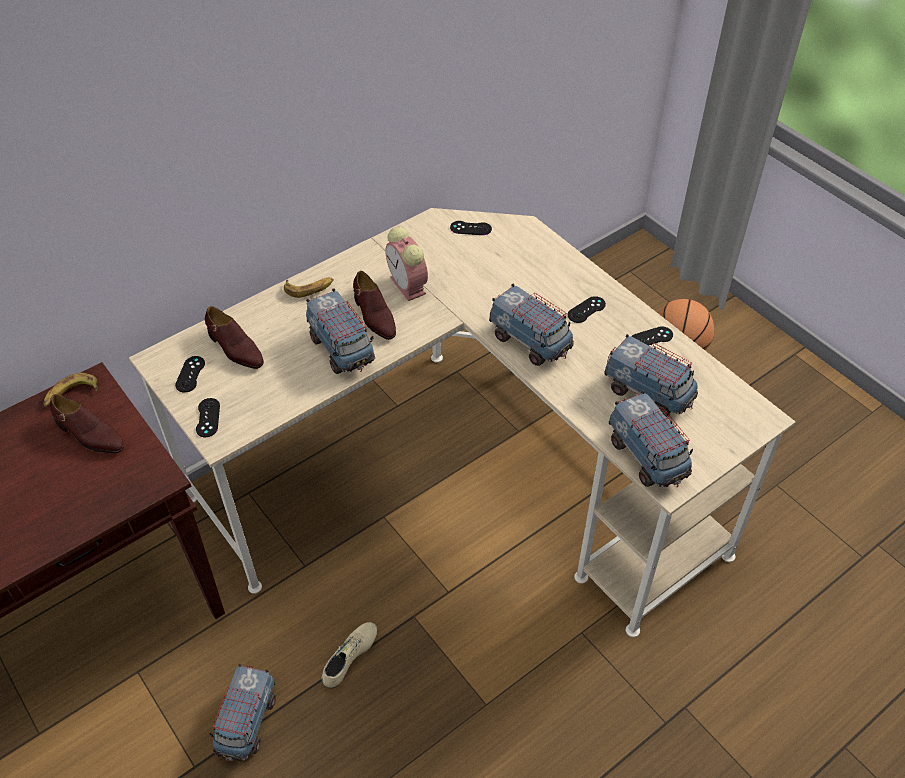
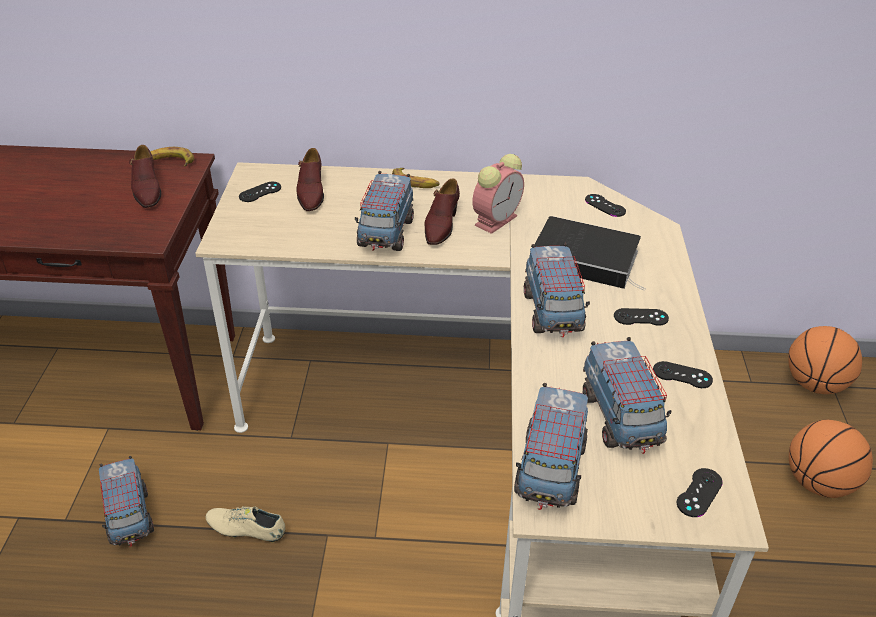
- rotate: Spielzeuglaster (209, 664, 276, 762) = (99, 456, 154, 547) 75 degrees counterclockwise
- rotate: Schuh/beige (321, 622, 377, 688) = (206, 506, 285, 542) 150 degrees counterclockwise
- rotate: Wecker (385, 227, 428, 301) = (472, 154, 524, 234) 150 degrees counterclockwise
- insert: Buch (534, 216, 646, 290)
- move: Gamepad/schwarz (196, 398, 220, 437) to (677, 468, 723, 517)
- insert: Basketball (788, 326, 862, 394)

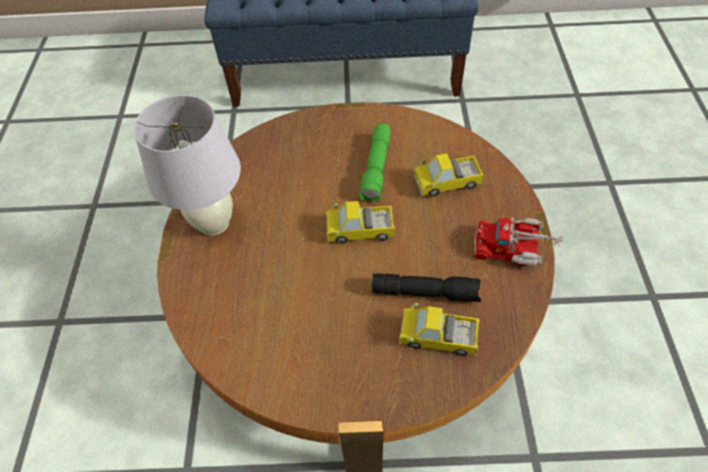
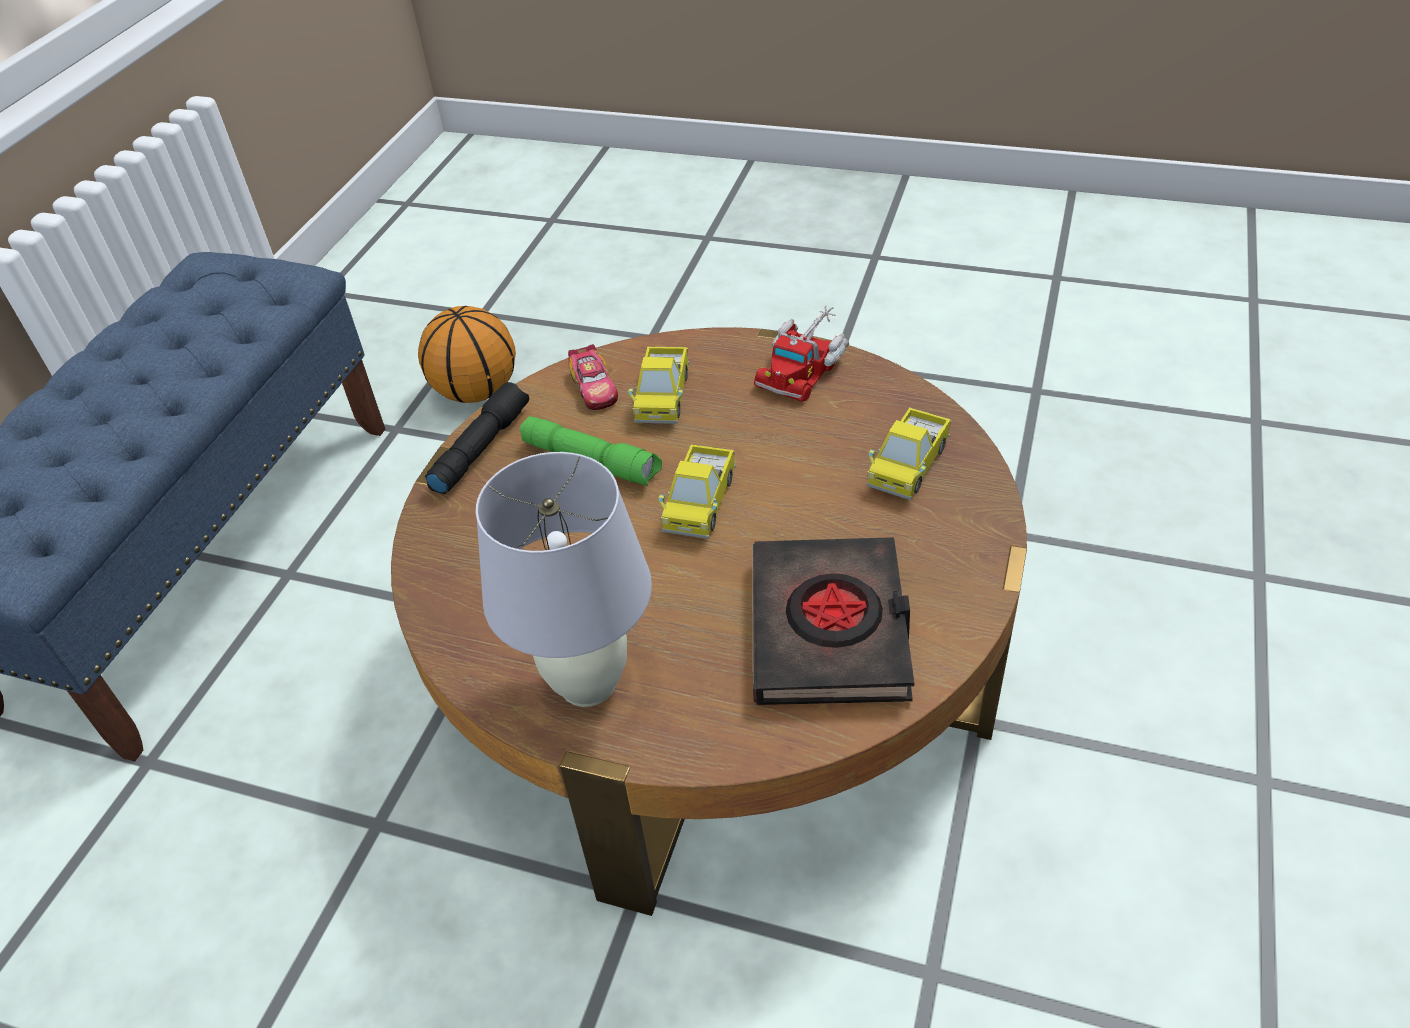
- insert: Basketball (418, 306, 516, 403)
- move: Taschenlampe/schwarz (371, 273, 481, 302) to (425, 382, 529, 494)
- insert: Spielzeugauto (568, 344, 618, 410)
- insert: Buch/schwarz (752, 537, 915, 705)

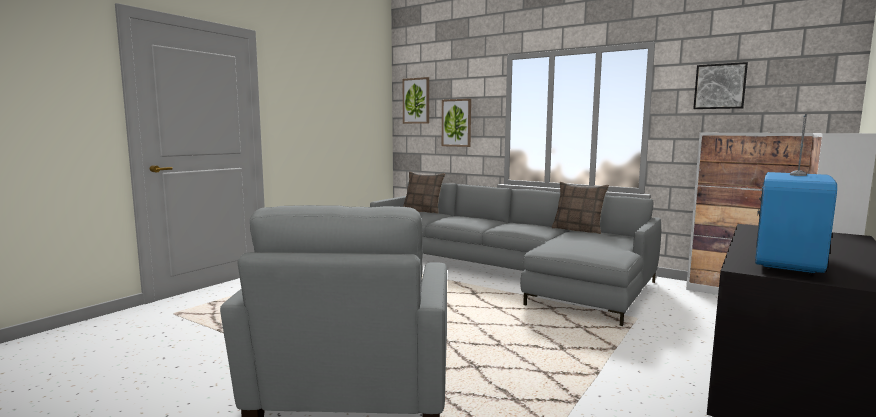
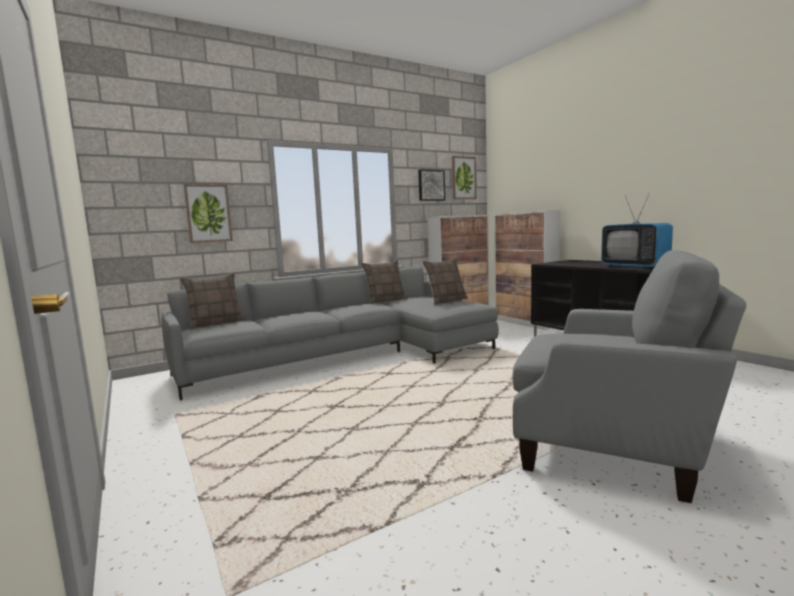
- insert: Kissen (422, 258, 468, 305)
- move: Bild (403, 77, 429, 124) to (452, 156, 476, 199)

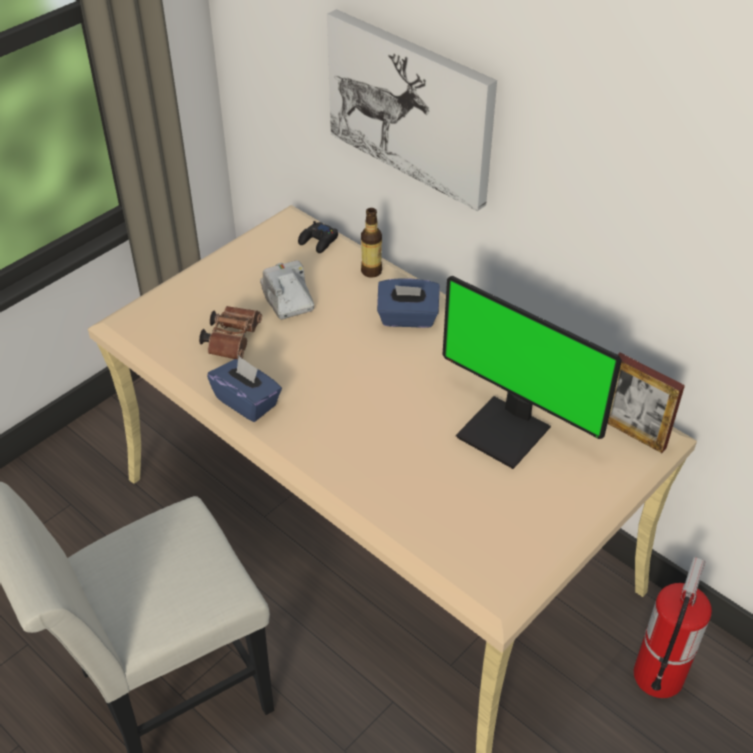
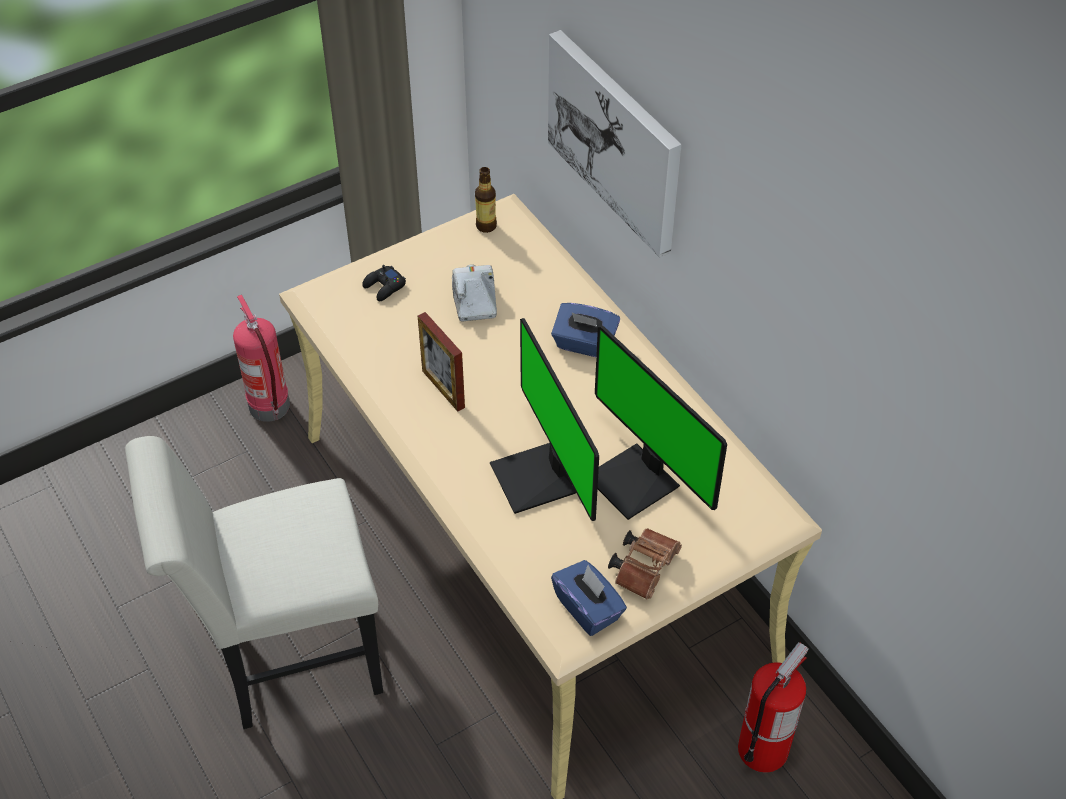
- insert: Feuerlöscher (233, 295, 290, 422)
- move: Gamepad/schwarz (298, 221, 338, 253) to (362, 265, 406, 301)
- move: Bilderrahmen (608, 353, 685, 453) to (418, 312, 465, 412)
- move: Flasche (361, 208, 382, 278) to (475, 167, 497, 233)
- insert: Monitor (490, 318, 599, 521)
- move: Taschentuchbox/blau (207, 356, 282, 422) to (551, 560, 627, 636)
- move: Fernglas/braun (199, 306, 262, 359) to (608, 528, 682, 600)

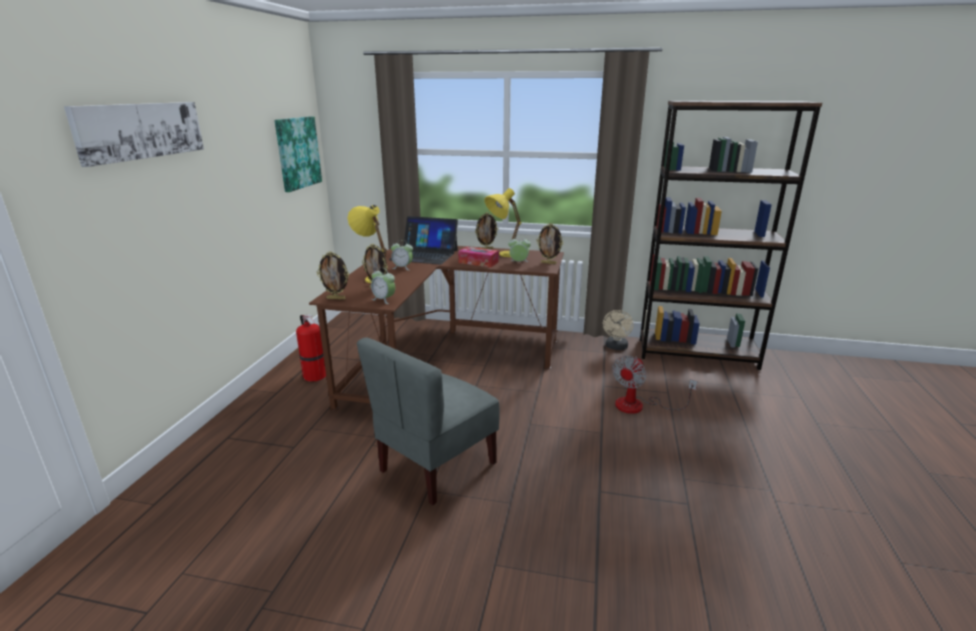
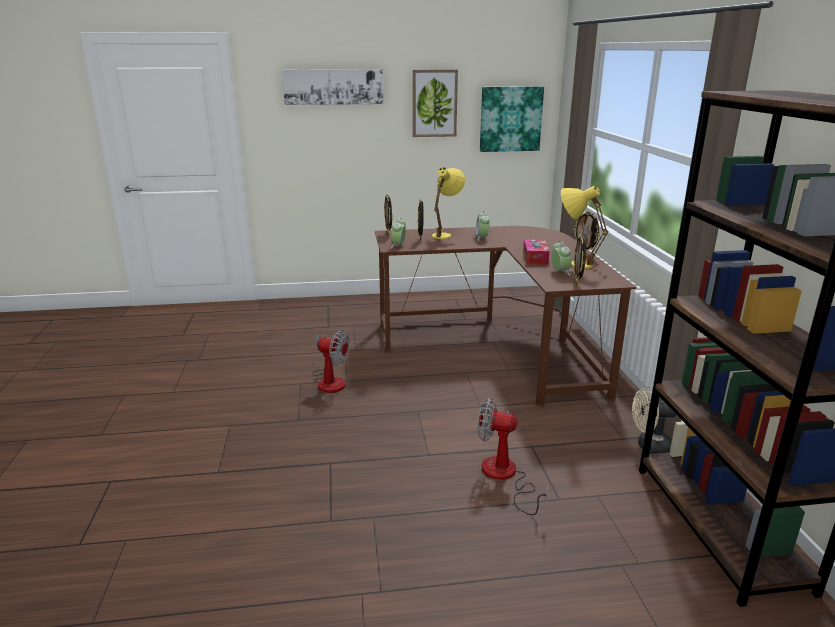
- replace: Stuhl/grau (357, 337, 500, 505) to Ventilator (312, 330, 350, 393)
- insert: Bild (413, 70, 458, 137)
- delete: Feuerlöscher (296, 314, 326, 382)
- delete: Laptop (389, 216, 458, 265)

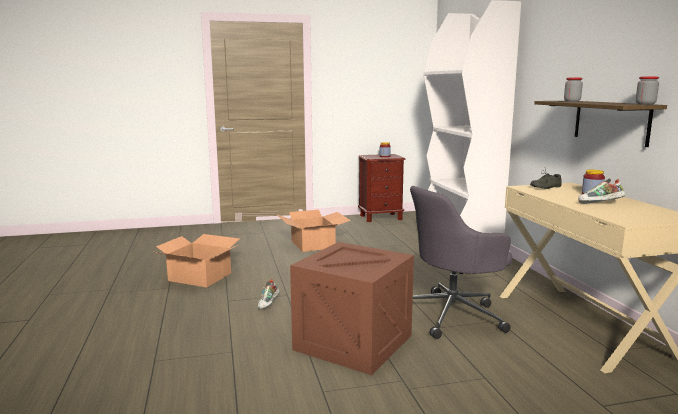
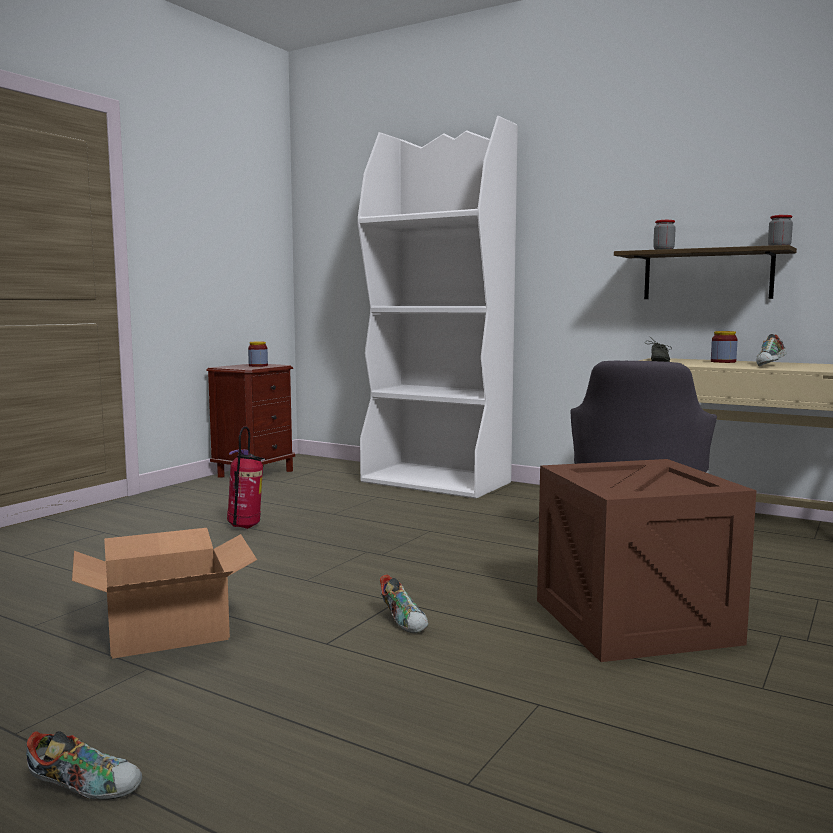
- insert: Schuh (26, 731, 142, 800)
- replace: Karton (277, 210, 351, 252) to Feuerlöscher (227, 426, 265, 529)

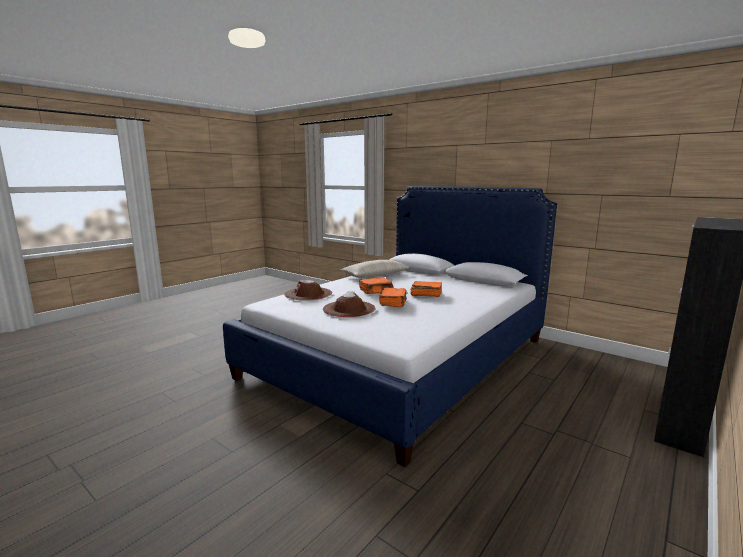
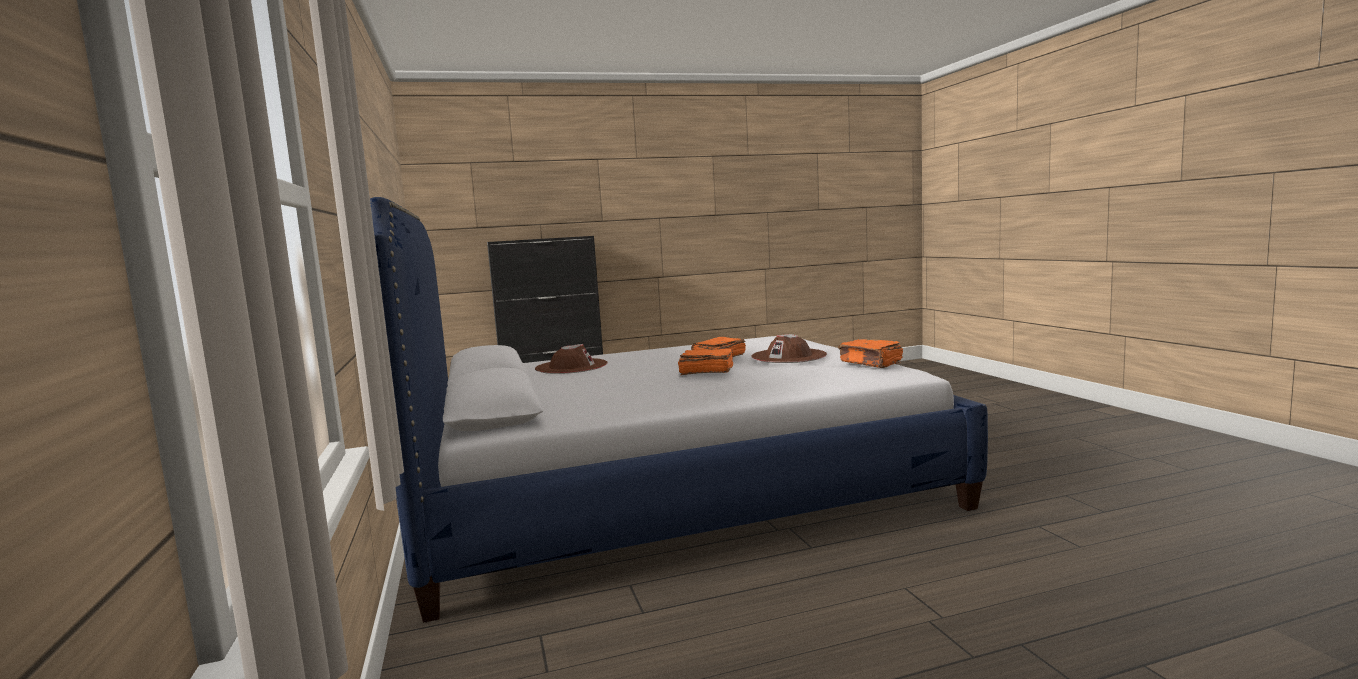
- move: Hut/braun (285, 280, 332, 301) to (535, 344, 608, 374)
- move: Buch/orange (410, 281, 442, 297) to (838, 339, 903, 368)
- delete: Kissen/beige (341, 260, 410, 278)

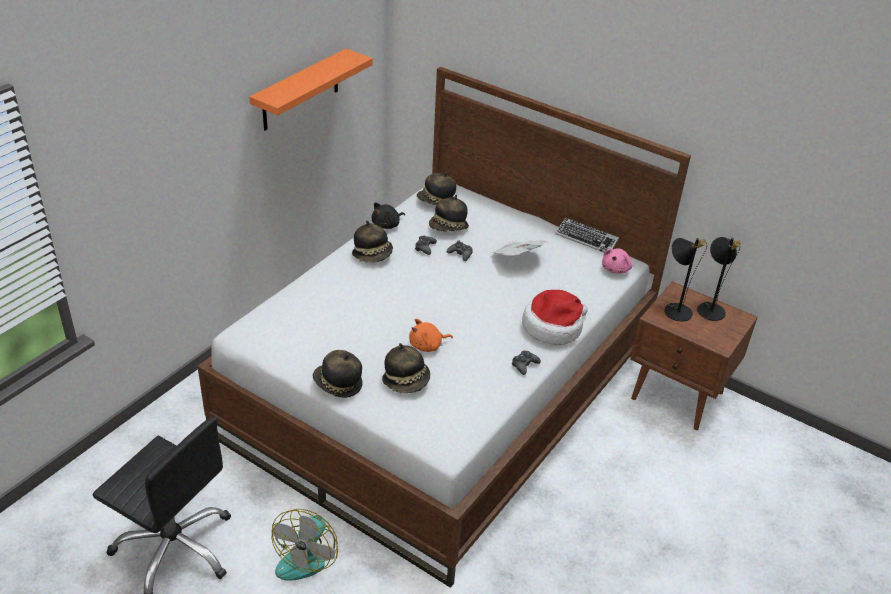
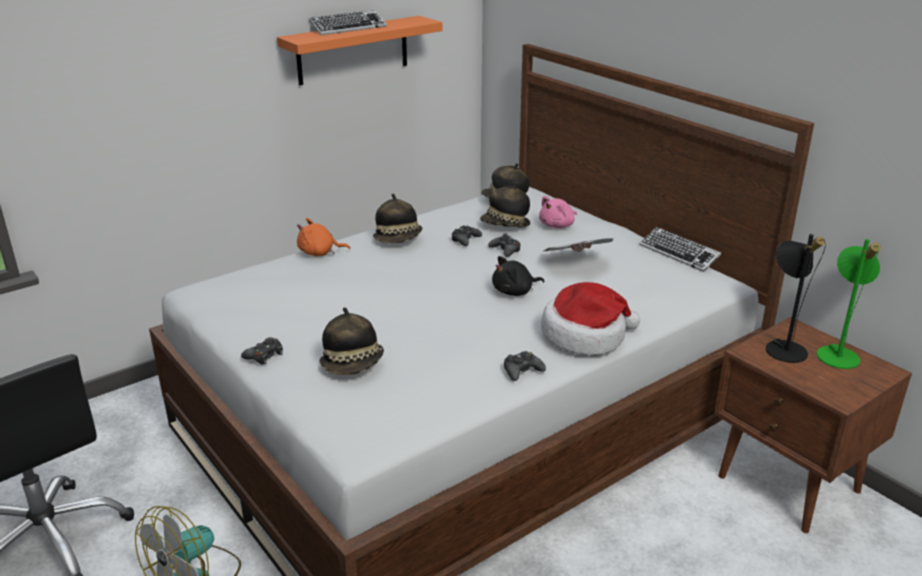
- replace: Hut (313, 350, 363, 398) to Gamepad/schwarz (241, 337, 283, 365)
- move: Plüschtier/orange (409, 319, 453, 352) to (297, 218, 350, 256)
- insert: Tastatur (309, 10, 387, 35)
- move: Plüschtier/schwarz (371, 203, 405, 229) to (492, 256, 544, 296)
- move: Plüschtier/rosa (602, 248, 633, 274) to (539, 196, 577, 228)
- recolor: Tischlampe/schwarz (697, 237, 741, 321) to Tischlampe/grün (817, 239, 881, 369)

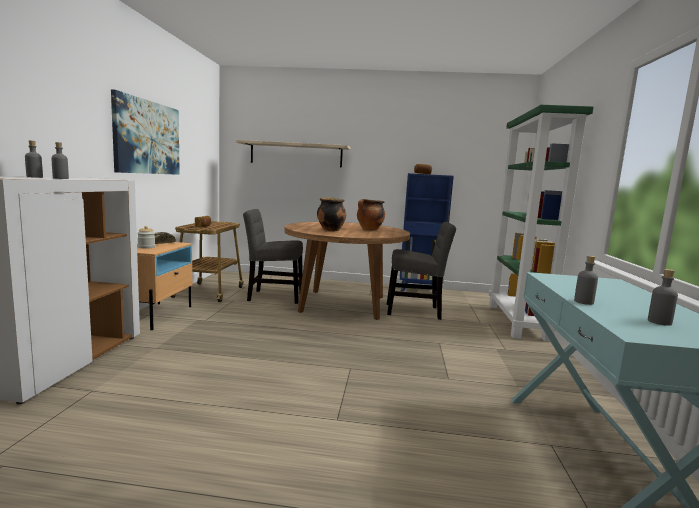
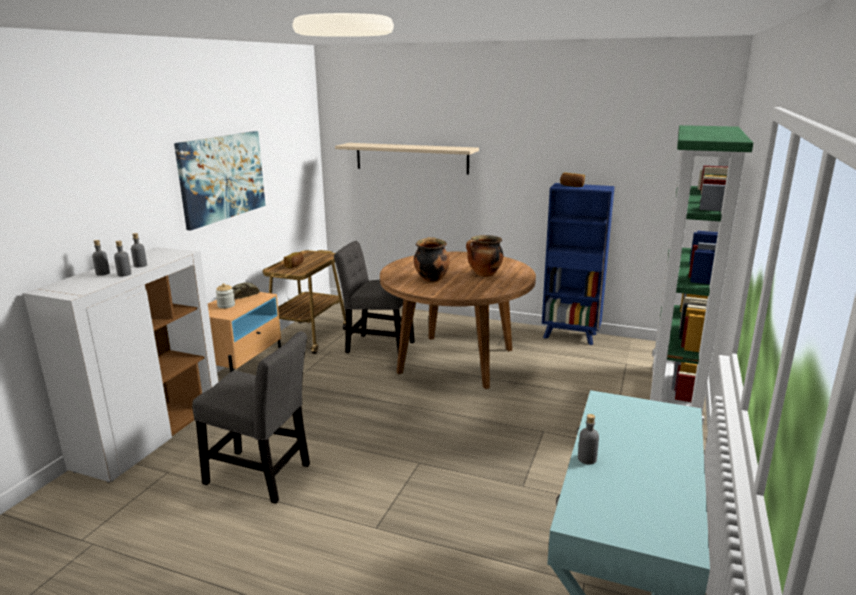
- move: Flasche/grau (648, 269, 678, 326) to (131, 233, 147, 267)
- move: Stuhl/grau (387, 222, 456, 320) to (192, 331, 310, 504)

